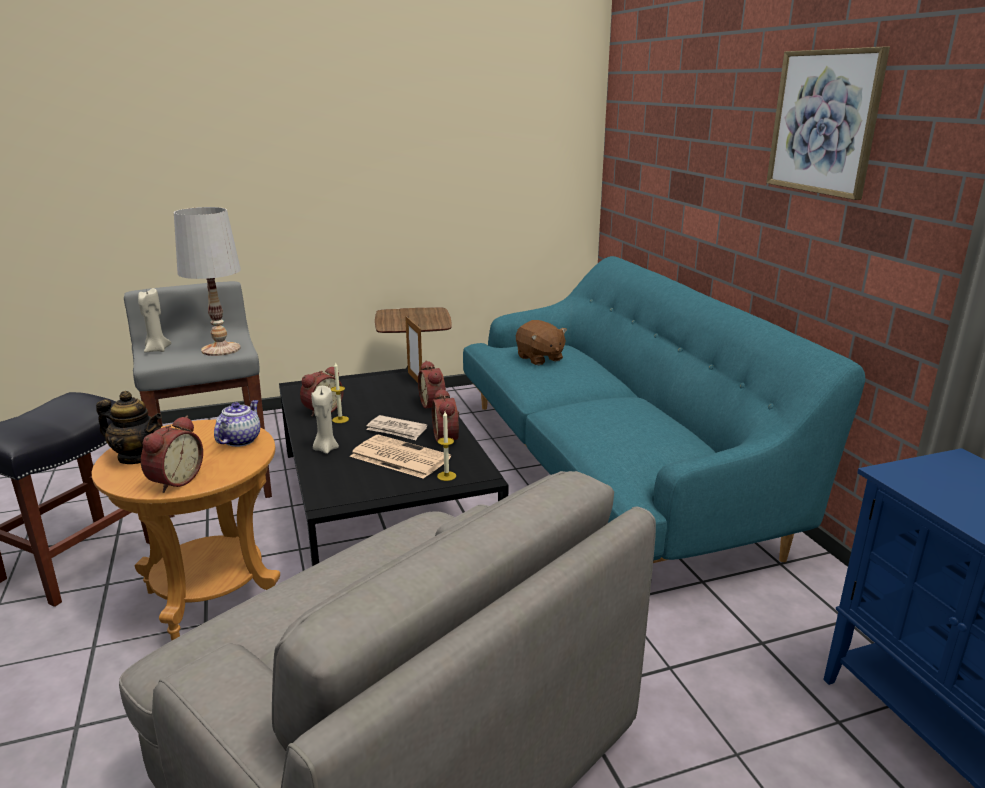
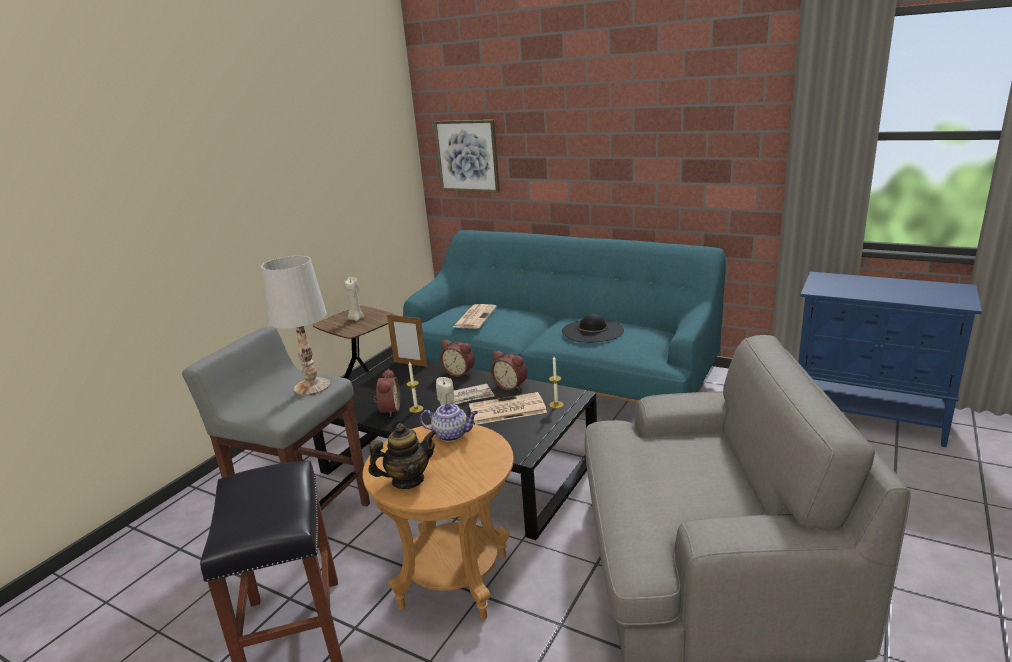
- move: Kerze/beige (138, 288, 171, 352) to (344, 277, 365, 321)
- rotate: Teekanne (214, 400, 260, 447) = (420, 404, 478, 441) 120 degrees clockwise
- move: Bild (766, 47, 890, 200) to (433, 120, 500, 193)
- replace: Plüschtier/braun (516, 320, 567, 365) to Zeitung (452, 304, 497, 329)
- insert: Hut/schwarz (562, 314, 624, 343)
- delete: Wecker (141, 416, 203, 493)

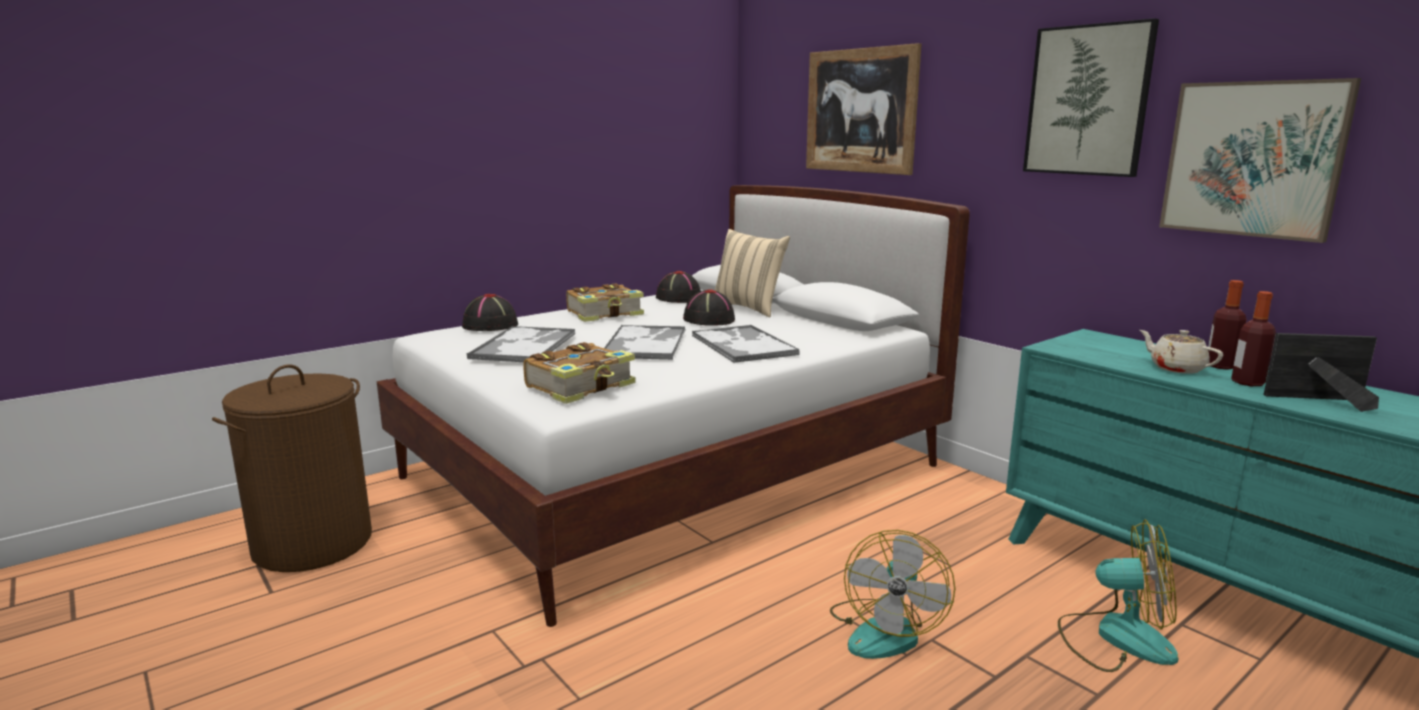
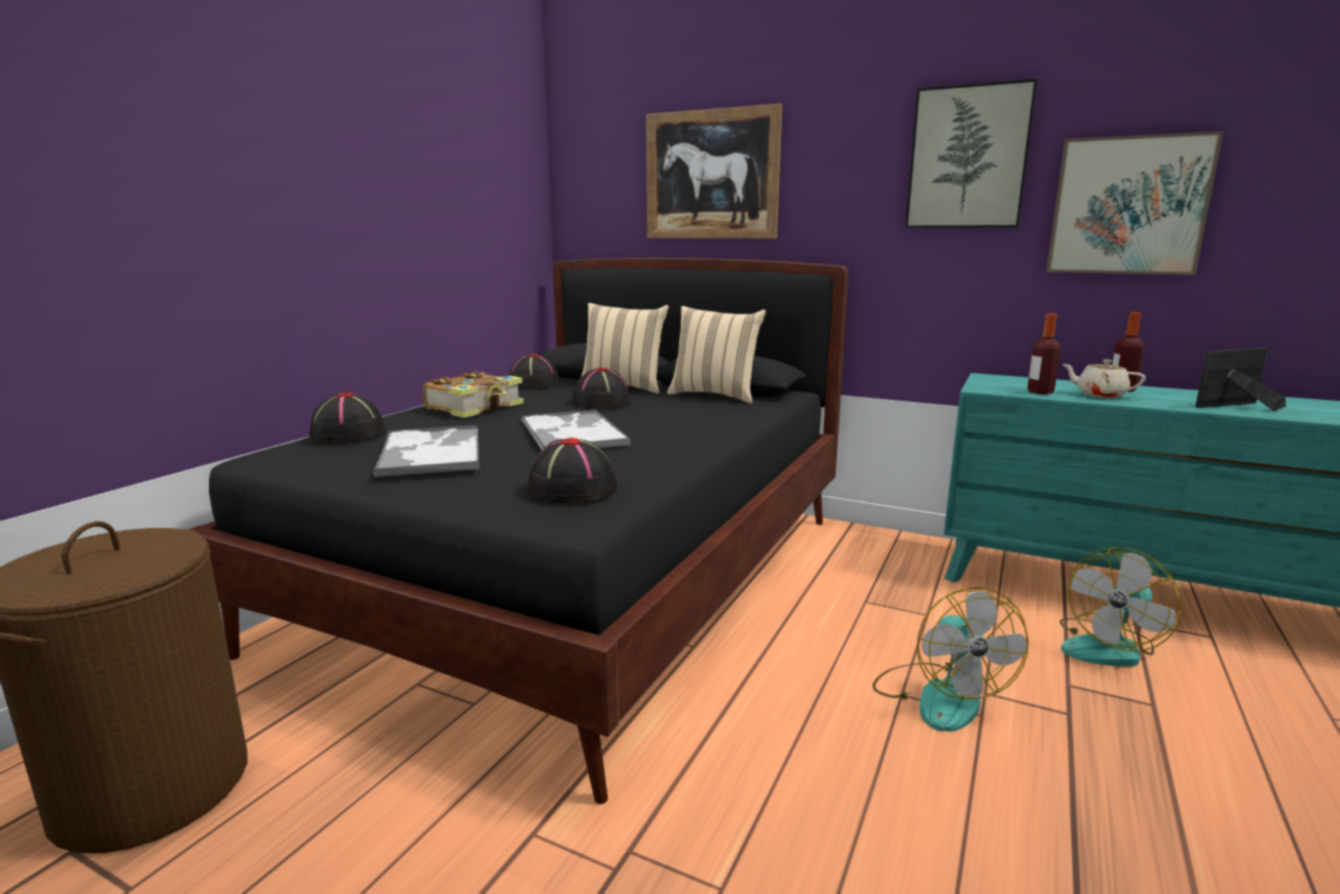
- recolor: Bett/weiß (376, 185, 970, 627) to Bett/schwarz (190, 258, 849, 804)
- replace: Buch (523, 342, 636, 404) to Hut/schwarz (527, 438, 618, 504)
- insert: Kissen/beige (667, 306, 766, 403)
- move: Flasche (1231, 291, 1276, 386) to (1027, 313, 1061, 394)
- rotate: Ventilator (1058, 519, 1179, 672) = (1059, 547, 1182, 667) 150 degrees clockwise
- delete: Tablett (692, 325, 799, 363)

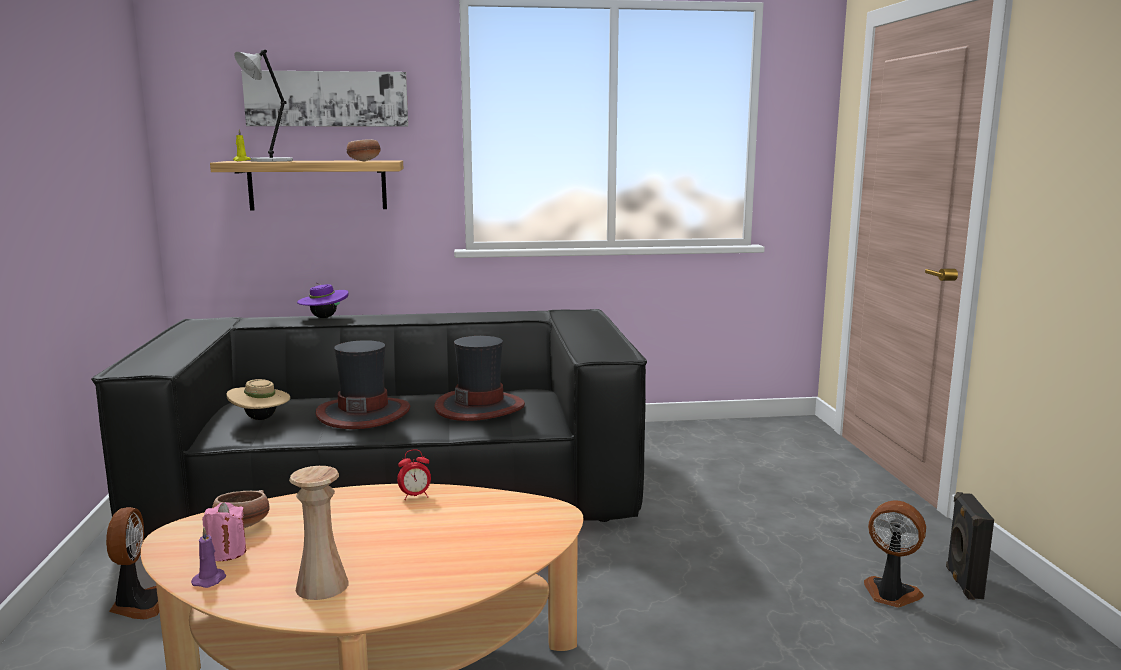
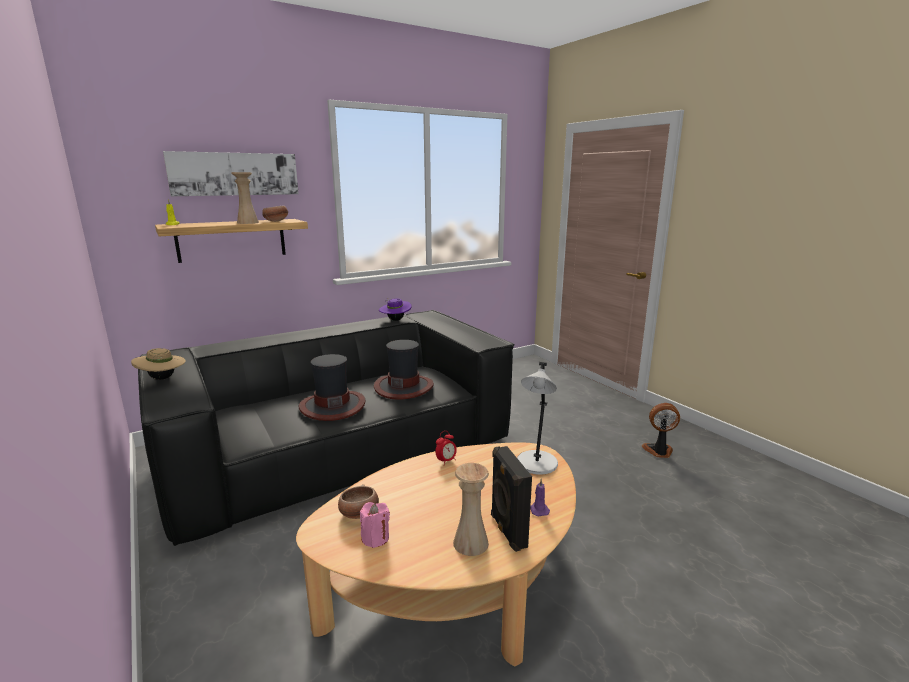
- move: Hut/beige (227, 379, 291, 420) to (131, 348, 186, 380)
- insert: Vase/beige (231, 172, 259, 224)
- move: Hut/lila (297, 283, 349, 318) to (379, 298, 412, 321)
- move: Lautsprecher/schwarz (946, 492, 994, 600) to (491, 446, 532, 552)
- move: Tischlampe/grau (234, 50, 293, 162) to (517, 362, 558, 475)
- move: Kerze/lila (191, 527, 226, 588) to (530, 479, 550, 516)
- delete: Ventilator (106, 507, 159, 619)

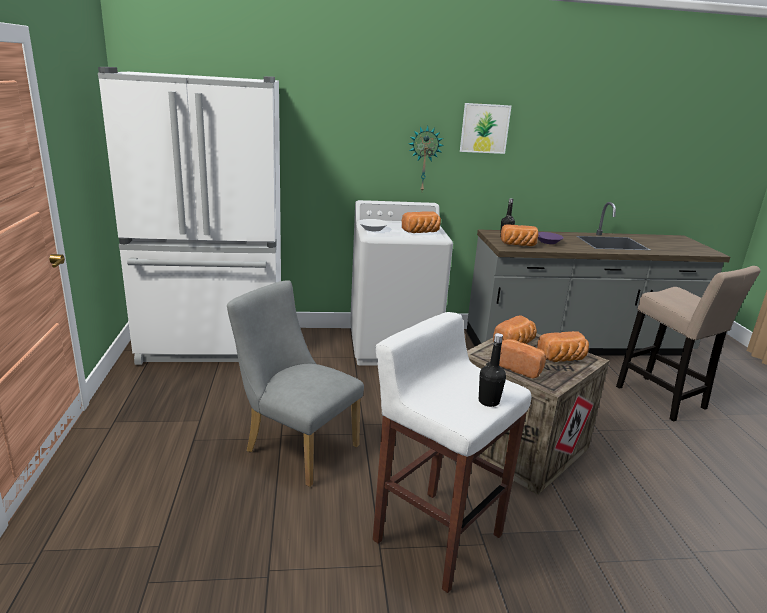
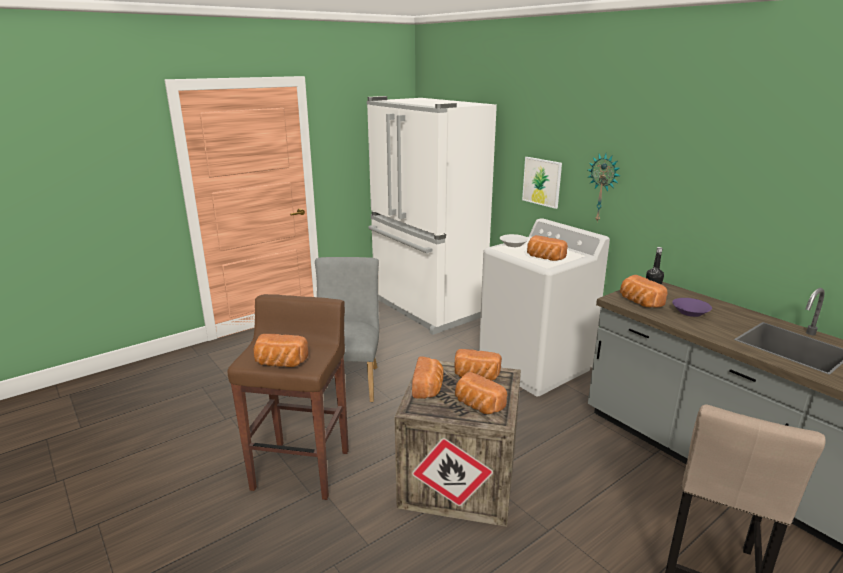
- recolor: Hocker/weiß (373, 312, 531, 593) to Hocker/braun (227, 294, 349, 500)
- replace: Flasche/schwarz (479, 333, 506, 407) to Brot (253, 334, 308, 367)
- move: Bild (460, 103, 511, 154) to (522, 157, 562, 209)

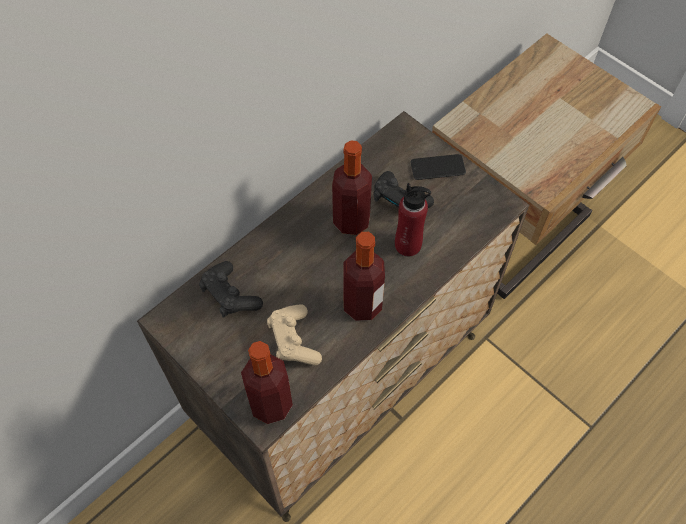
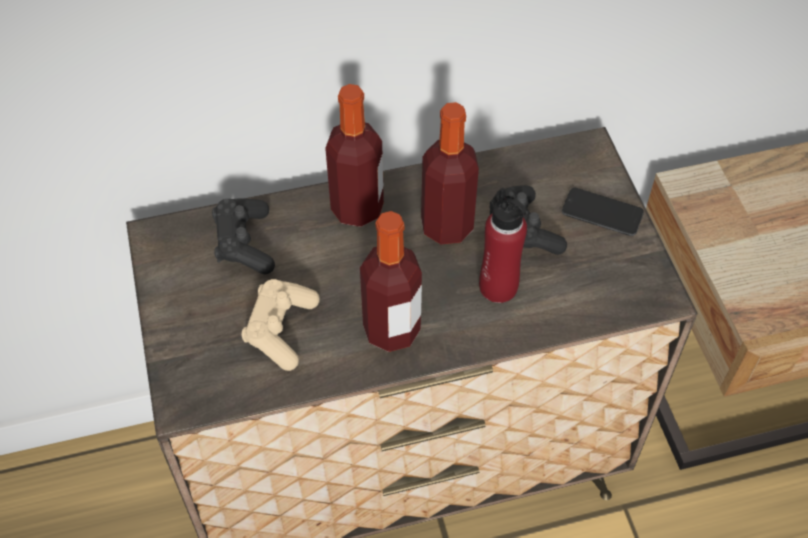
- move: Flasche (241, 341, 293, 424) to (325, 84, 384, 227)

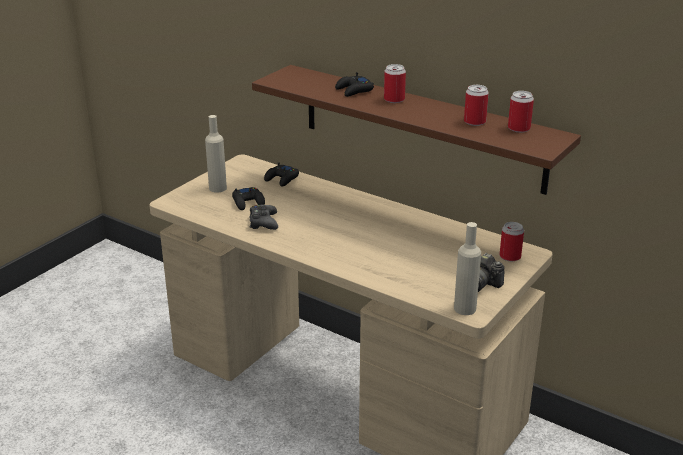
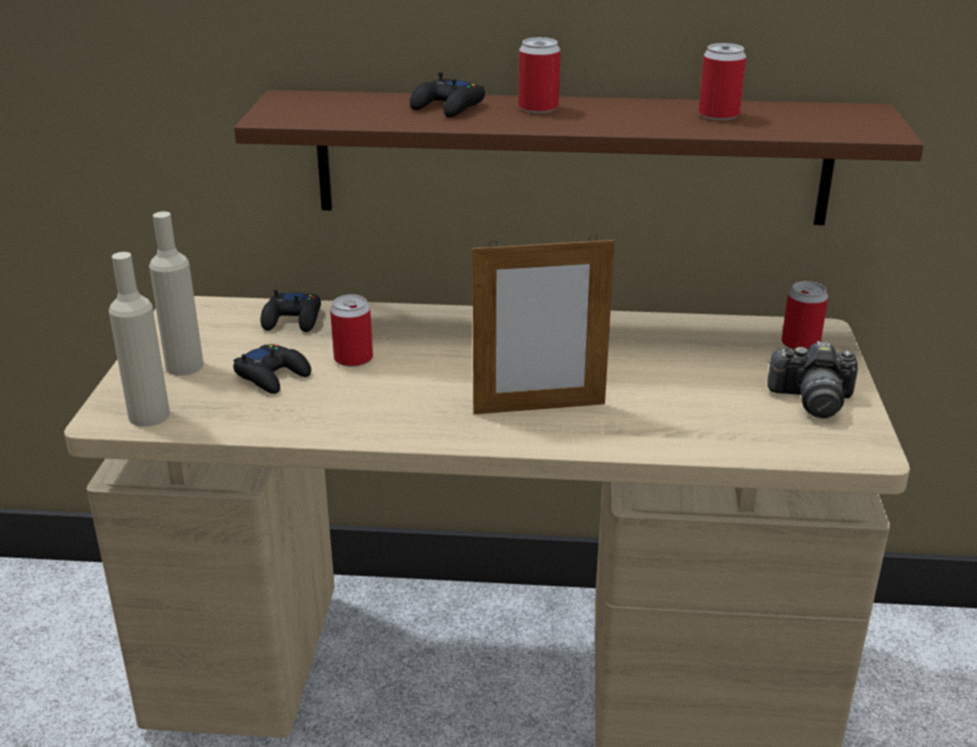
- move: Flasche/beige (454, 222, 481, 315) to (109, 252, 170, 427)
- move: Dose (508, 91, 534, 133) to (330, 294, 373, 367)
- insert: Bilderrahmen (472, 235, 615, 414)
- delete: Gamepad/schwarz (249, 204, 278, 230)

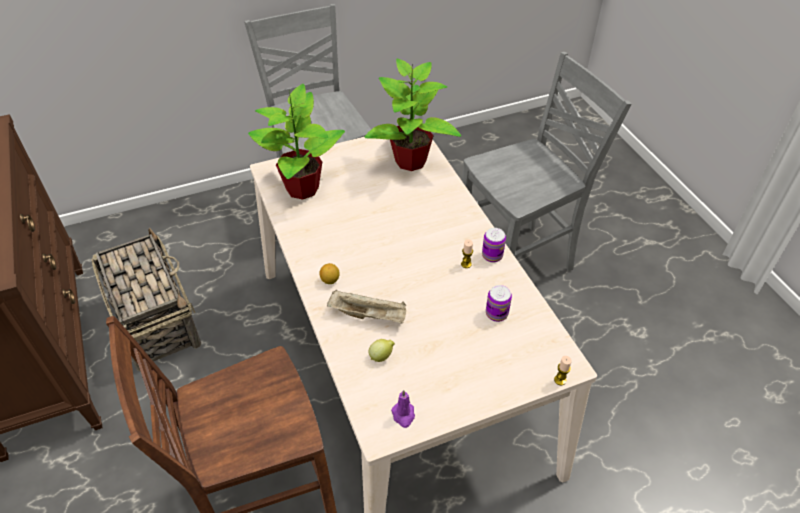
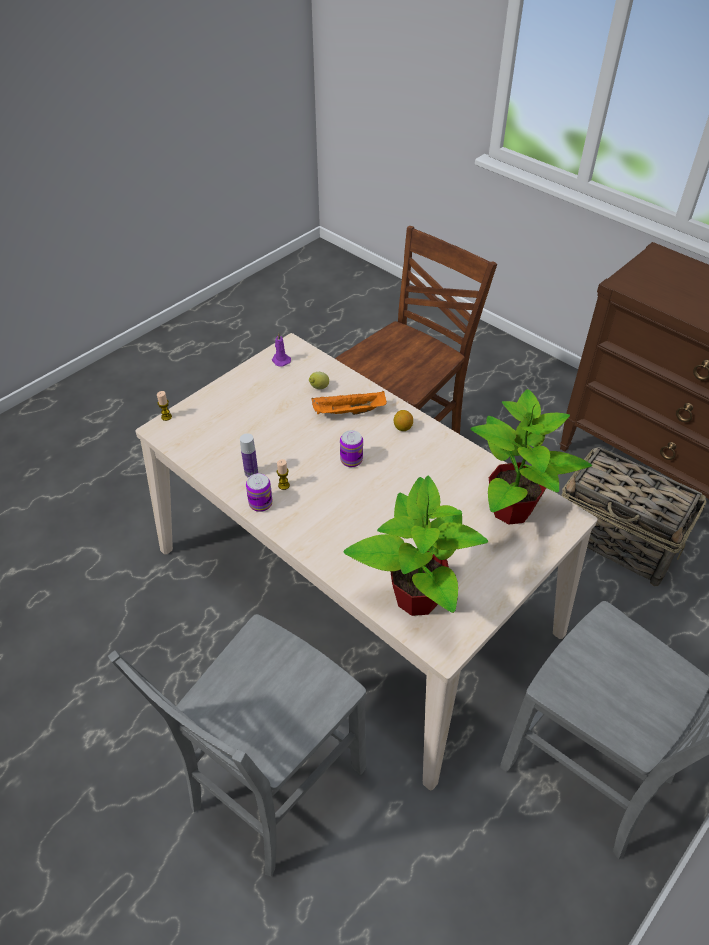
- insert: Flasche (240, 433, 258, 478)
- recolor: Tablett/beige (327, 290, 406, 324) to Tablett/orange (312, 391, 387, 415)
- move: Dose (486, 285, 512, 322) to (340, 430, 363, 467)

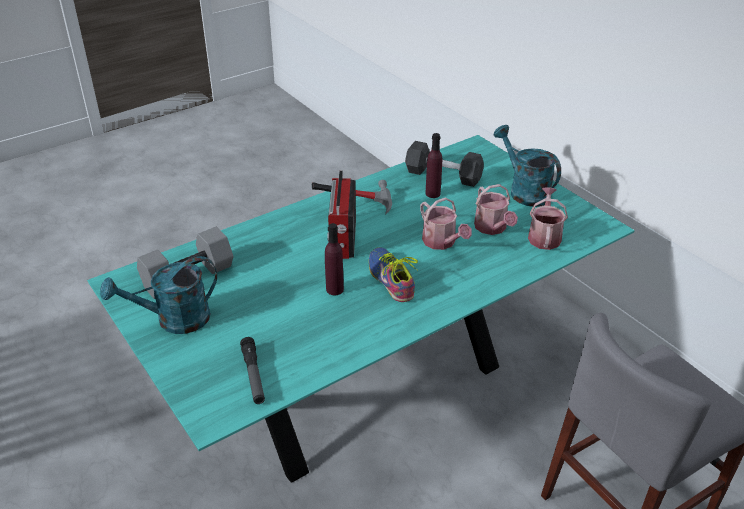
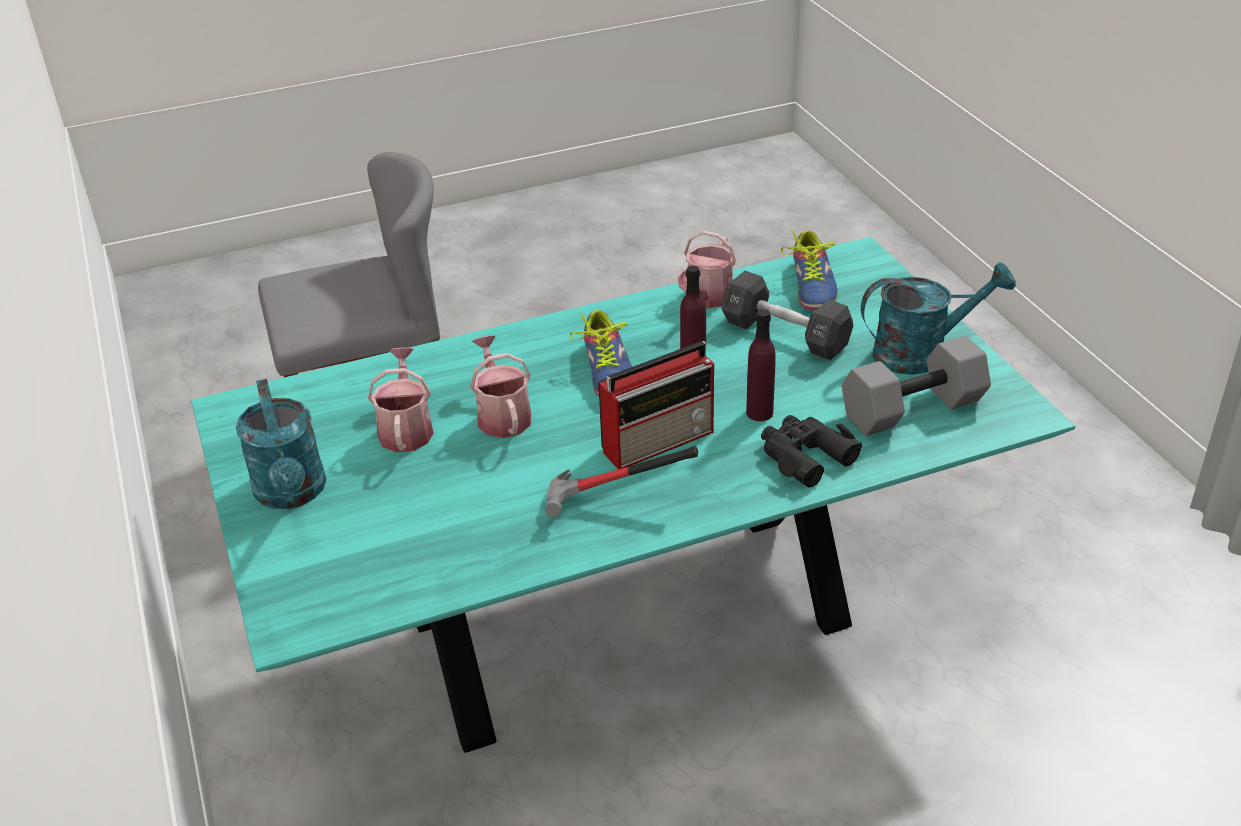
- rotate: Radio (327, 170, 356, 259) = (598, 341, 714, 470) 45 degrees clockwise
- move: Gießkanne (528, 187, 568, 250) to (678, 231, 737, 308)
- move: Hantel/schwarz (405, 141, 484, 187) to (722, 271, 853, 360)
- move: Flasche/lila (426, 133, 442, 198) to (746, 309, 776, 421)
- insert: Fernglas/schwarz (761, 415, 862, 488)
- replace: Taschenlampe (240, 337, 265, 404) to Schuh (781, 229, 838, 311)

